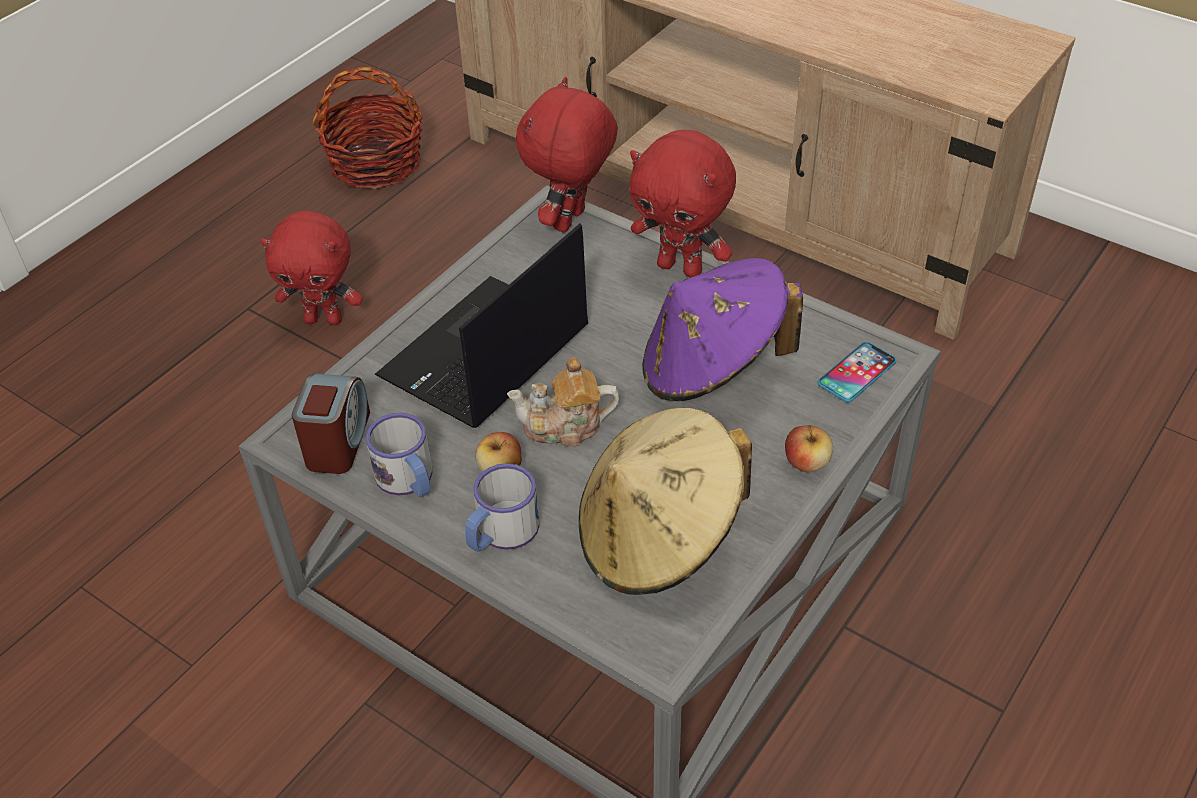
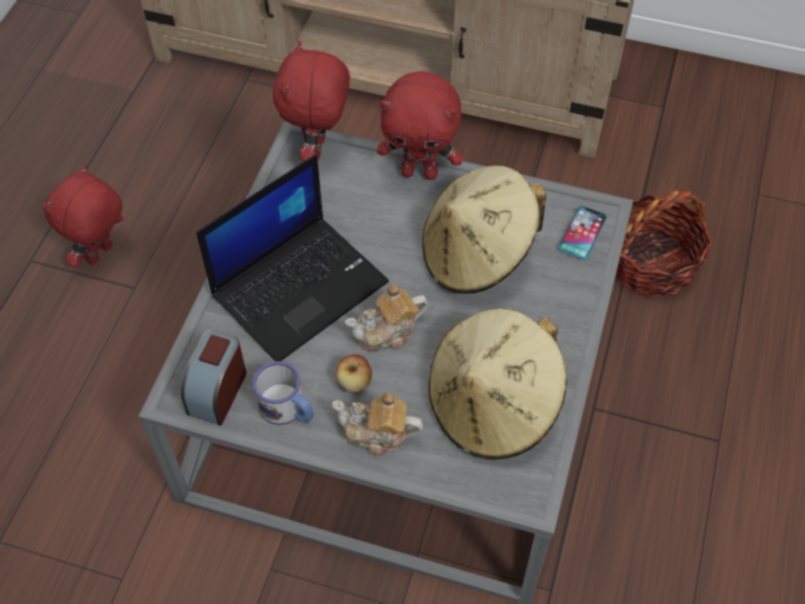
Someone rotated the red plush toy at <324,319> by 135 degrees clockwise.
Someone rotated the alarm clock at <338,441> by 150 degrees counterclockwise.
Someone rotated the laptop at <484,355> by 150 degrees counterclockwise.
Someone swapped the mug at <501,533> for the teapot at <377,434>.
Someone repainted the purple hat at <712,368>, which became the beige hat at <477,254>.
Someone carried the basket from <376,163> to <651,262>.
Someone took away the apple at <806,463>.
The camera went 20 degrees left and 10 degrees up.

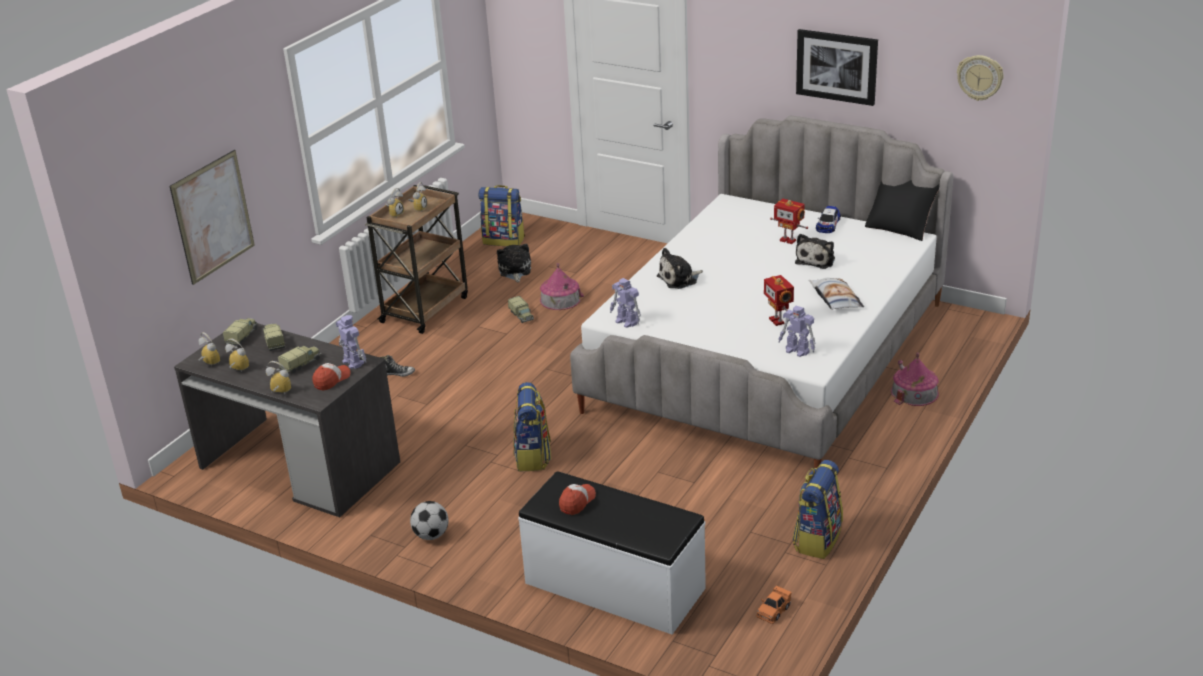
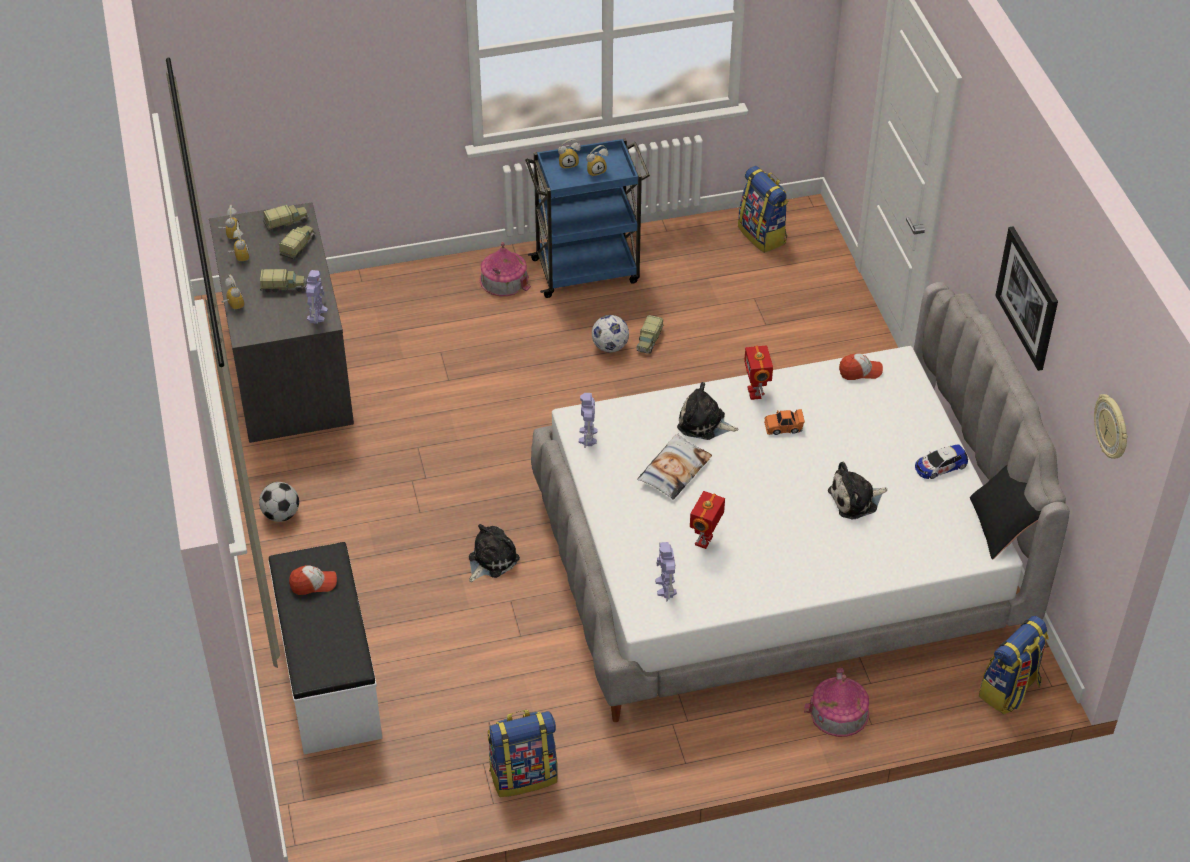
Someone carried the plush toy from <514,271> to <491,560>.
Someone carried the toy house from <560,299> to <504,279>.
Someone repainted the brown cart at <425,308>, which became the blue cart at <587,270>.
Someone put down the football at <610,346>.
Someone carried the pillow from <835,298> to <674,470>.
Someone carried the toy robot from <788,240> to <755,393>.
Someone carried the orange toy car from <773,611> to <783,427>.
Someone carried the cap from <331,380> to <860,371>.
Someone carried the backpack from <533,456> to <1009,690>.
Someone took away the picture at <213,216>.
Someone took away the shoe at <397,373>.
The camera went 45 degrees right and 15 degrees up.

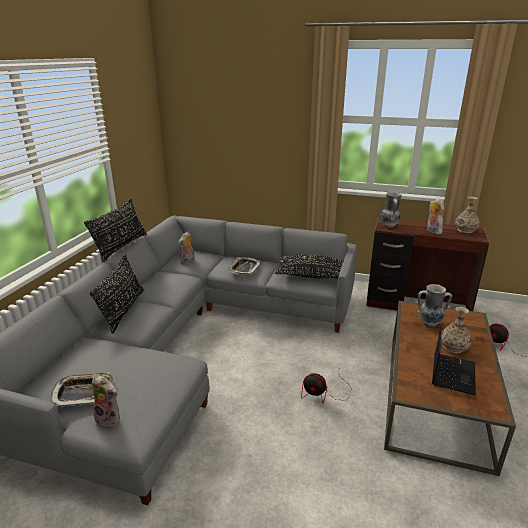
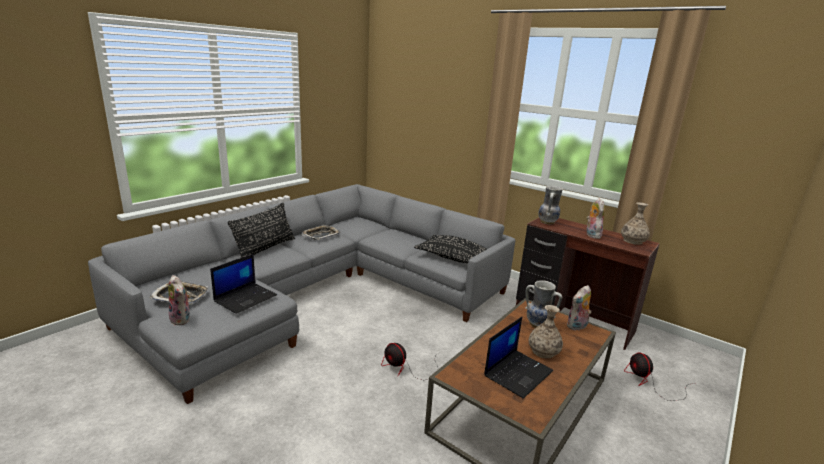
Someone put down the laptop at <246,298>.
Someone carried the tray from <244,268> to <321,235>.
Someone carried the plush toy from <188,262> to <577,327>.
Someone took away the black pillow at <121,246>.
The camera went 20 degrees right and 5 degrees down.

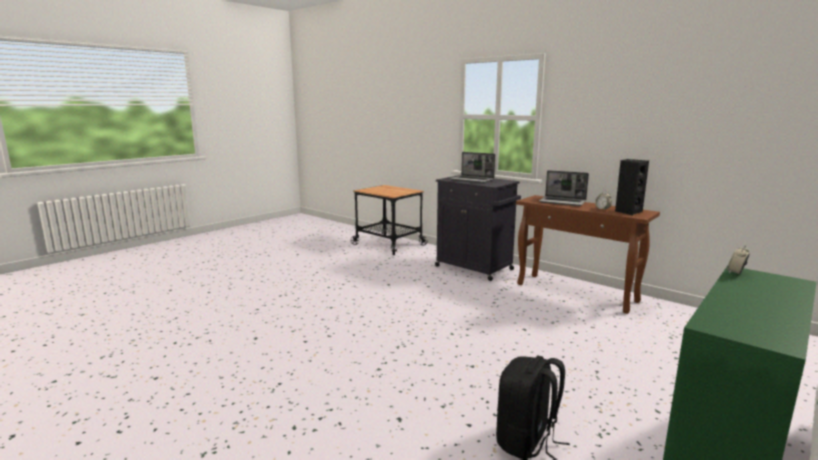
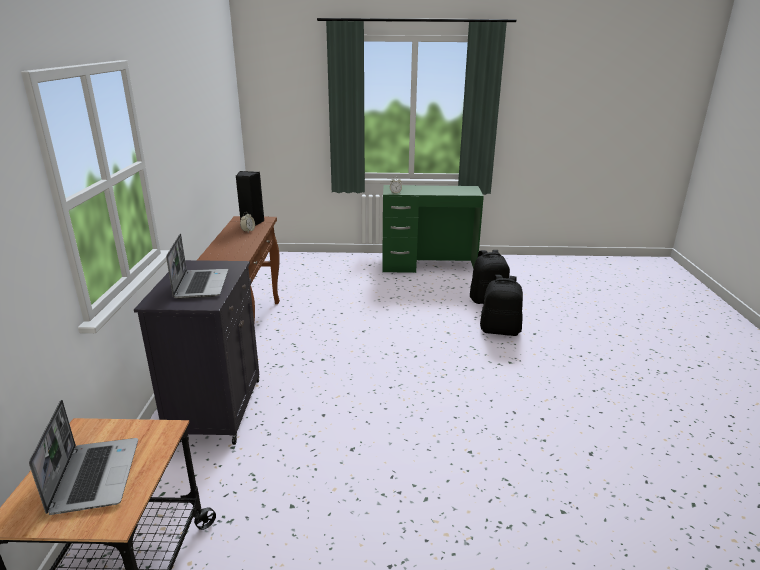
Someone carried the laptop from <563,202> to <94,475>.
Someone put down the black backpack at <500,330>.
The camera went 130 degrees left and 10 degrees up.

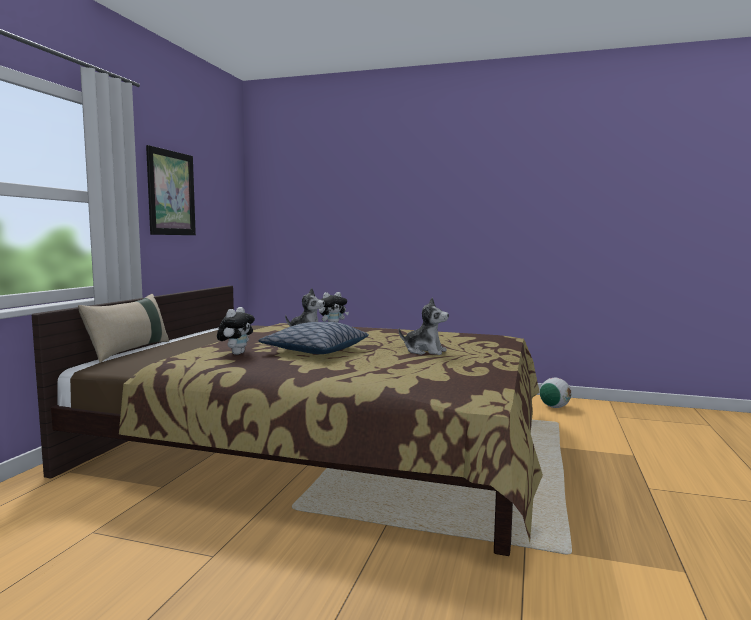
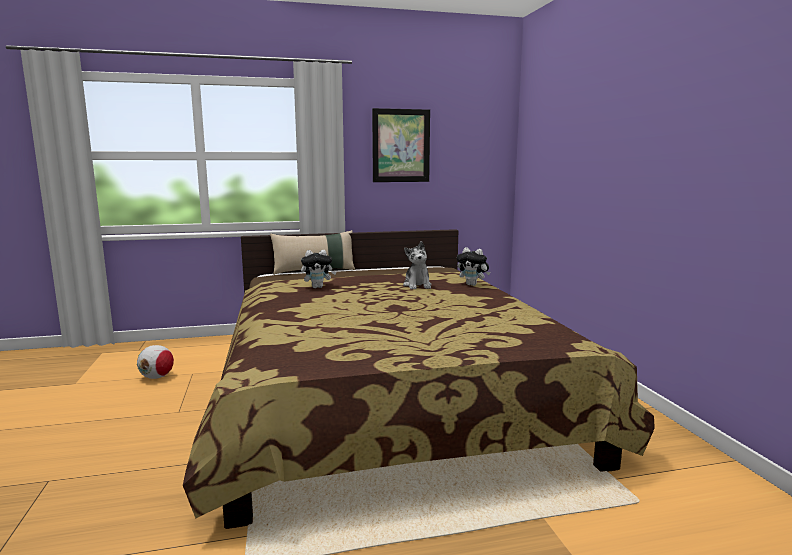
Someone carried the football from <554,407> to <157,377>.
Someone took away the pillow at <315,350>.
Someone took away the plush toy at <425,351>.
The camera went 60 degrees right and 5 degrees up.

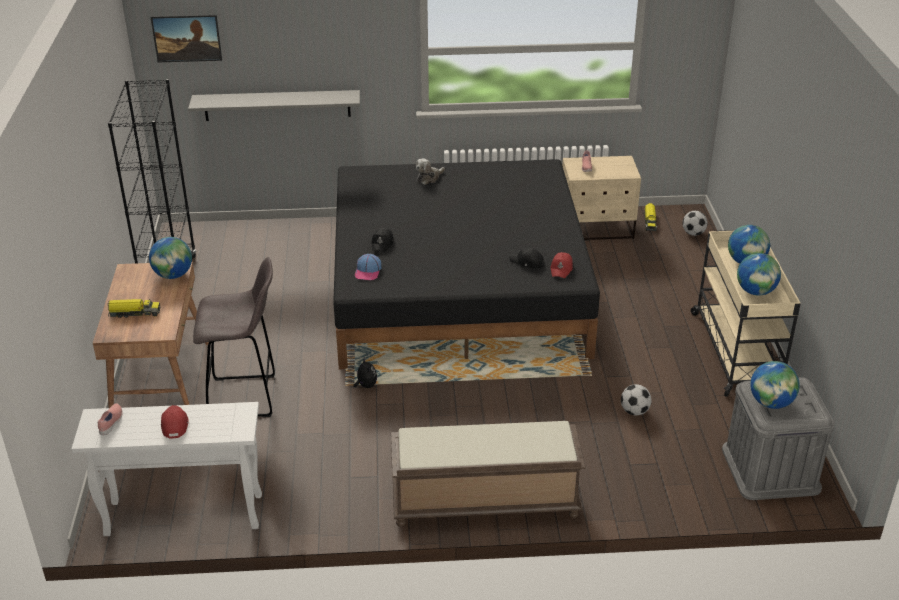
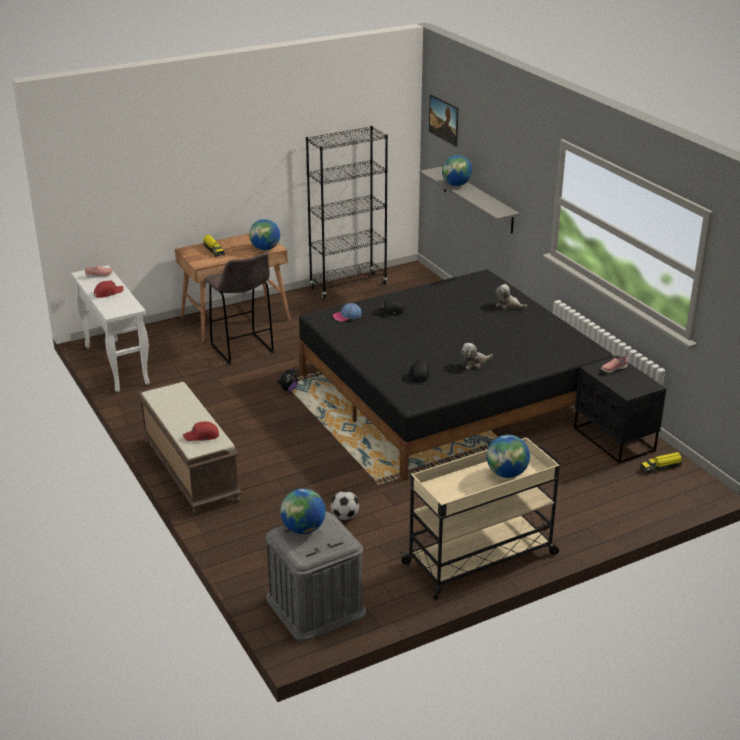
Someone carried the red cap from <561,269> to <202,436>.
Someone carried the globe from <755,291> to <456,185>.
Someone put down the plush toy at <474,363>.
Someone repainted the beige nightstand at <596,229>, which became the black nightstand at <613,440>.
Someone took away the football at <693,233>.
The camera went 65 degrees right and 5 degrees down.

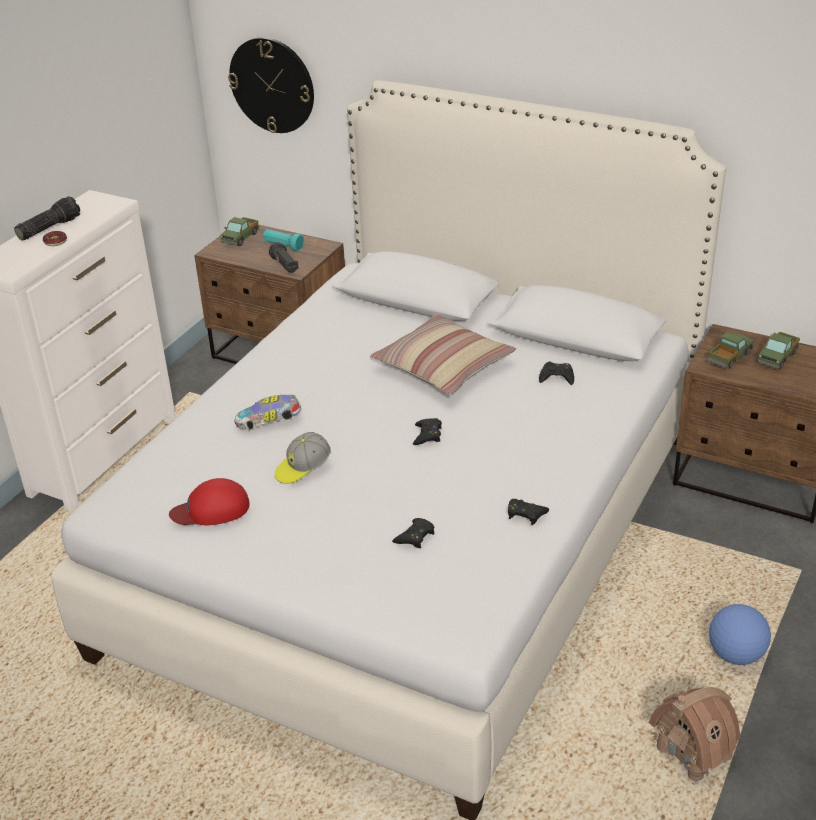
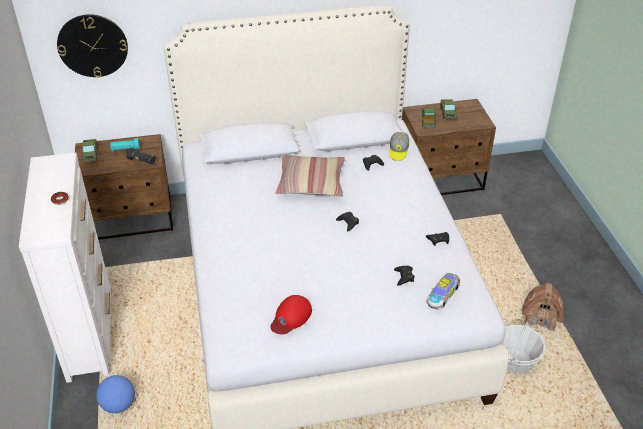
Someone carried the football from <736,654> to <118,405>.
Someone carried the cap from <302,468> to <398,151>.
Someone carried the toy car from <270,421> to <443,296>.
Someone put down the basket at <515,361>.
Someone took away the flashlight at <49,228>.
The camera went 40 degrees left and 5 degrees up.

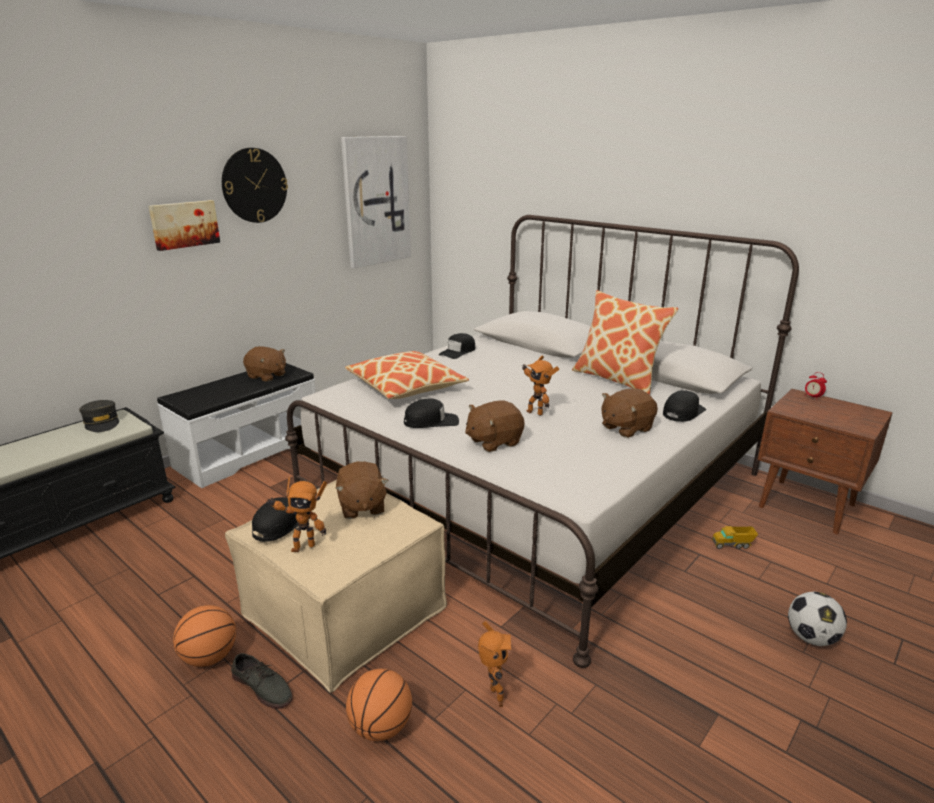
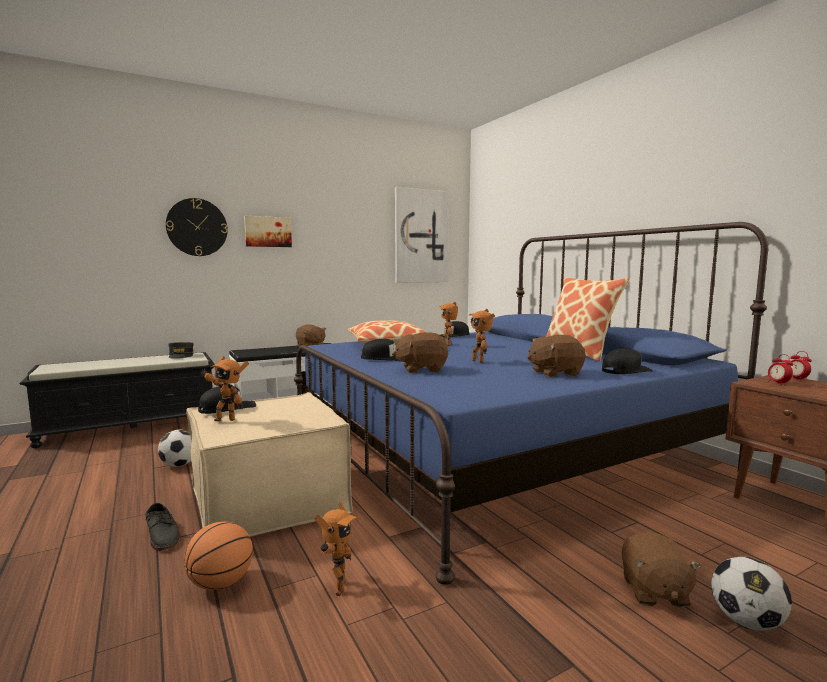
Someone put down the football at <179,465>.
Someone carried the wall clock from <254,185> to <197,227>.
Someone repainted the white bed at <533,484>, which became the blue bed at <496,449>.
Someone put down the toy robot at <448,345>.
Someone carried the brown plush toy from <361,507> to <654,591>.
Someone put down the alarm clock at <778,383>.
Someone took away the basketball at <209,657>.
Someone took away the toy truck at <732,545>.
The camera went 20 degrees right and 15 degrees down.

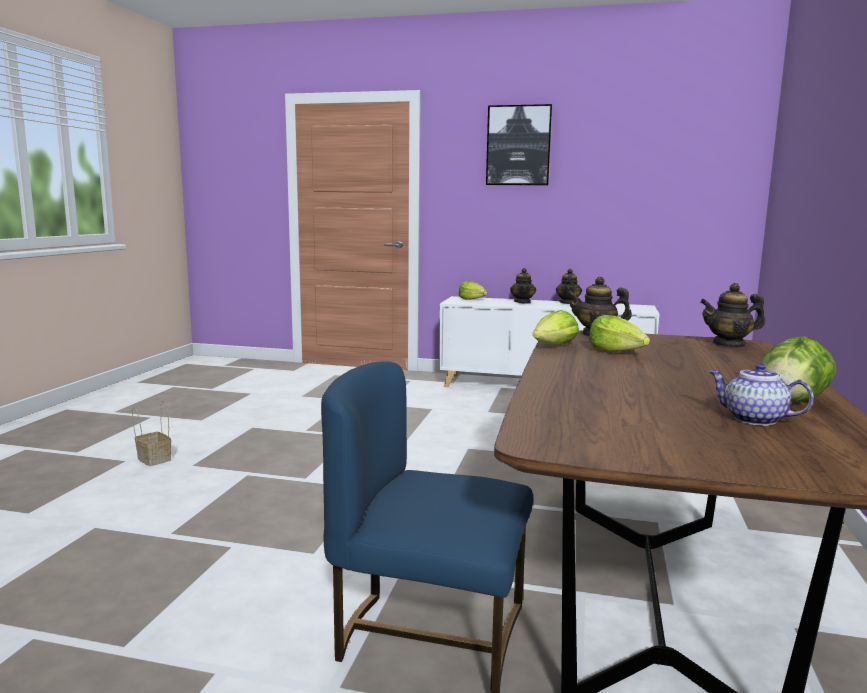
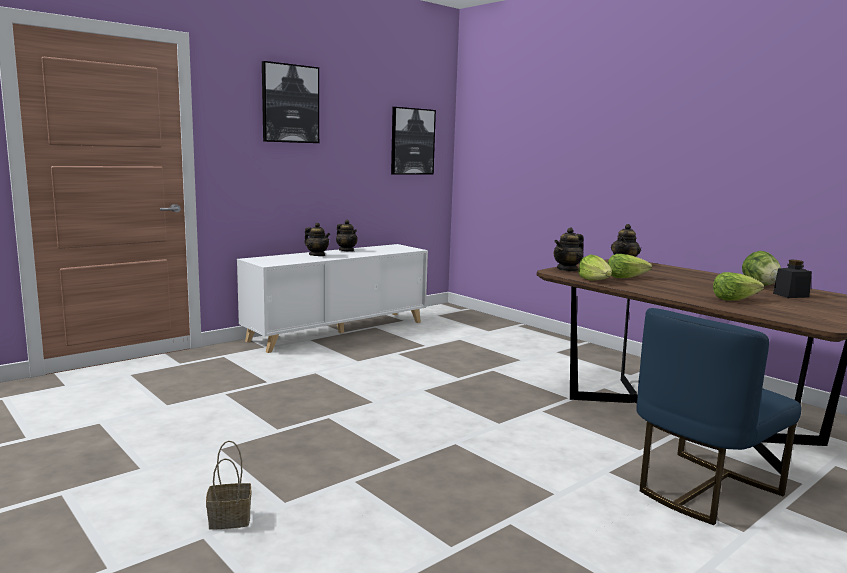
Someone put up the picture at <412,141>.
Someone carried the lettuce from <472,300> to <734,299>.
Someone swapped the teapot at <753,419> for the black jar at <790,295>.
The camera went 55 degrees left and 0 degrees up.

